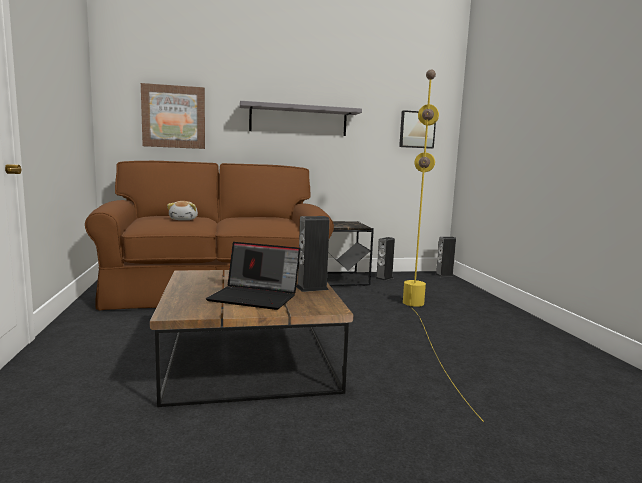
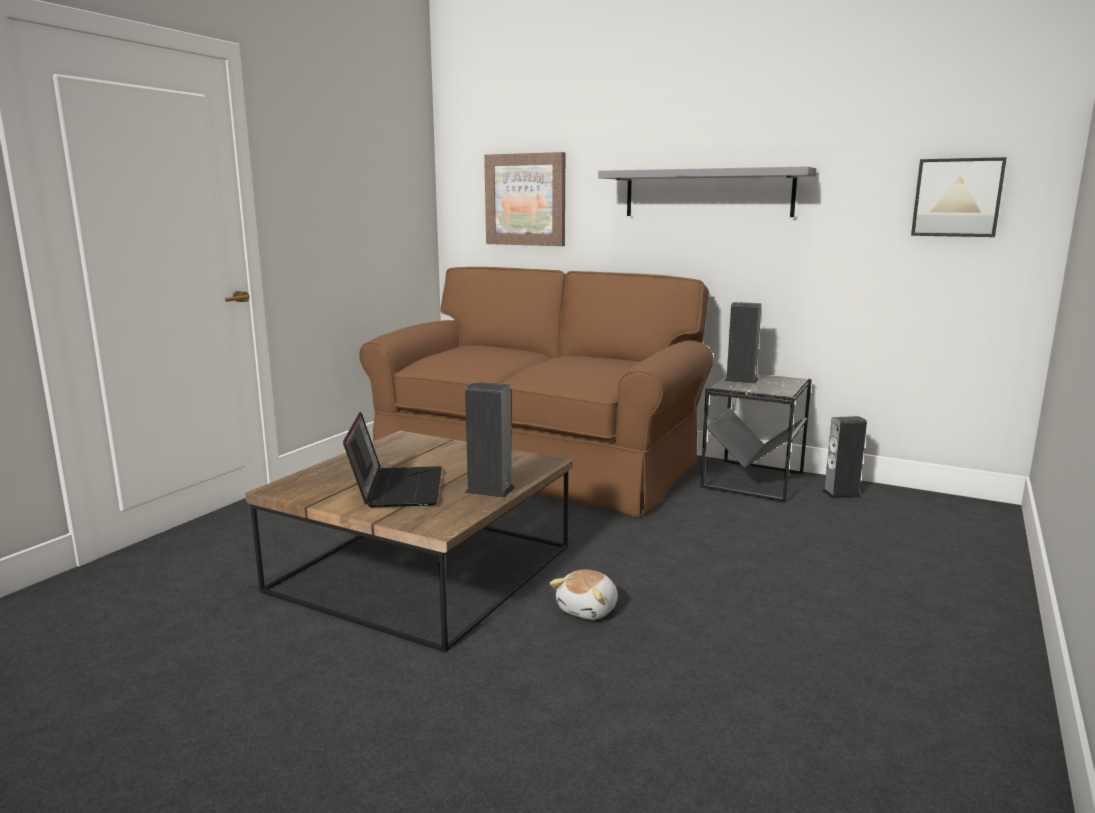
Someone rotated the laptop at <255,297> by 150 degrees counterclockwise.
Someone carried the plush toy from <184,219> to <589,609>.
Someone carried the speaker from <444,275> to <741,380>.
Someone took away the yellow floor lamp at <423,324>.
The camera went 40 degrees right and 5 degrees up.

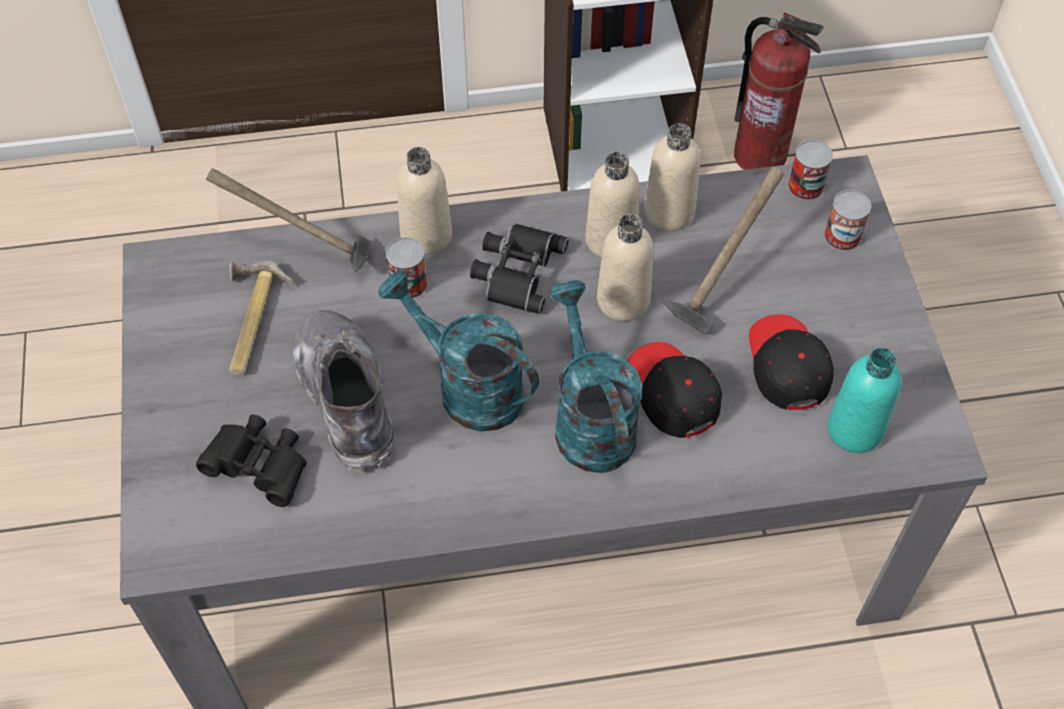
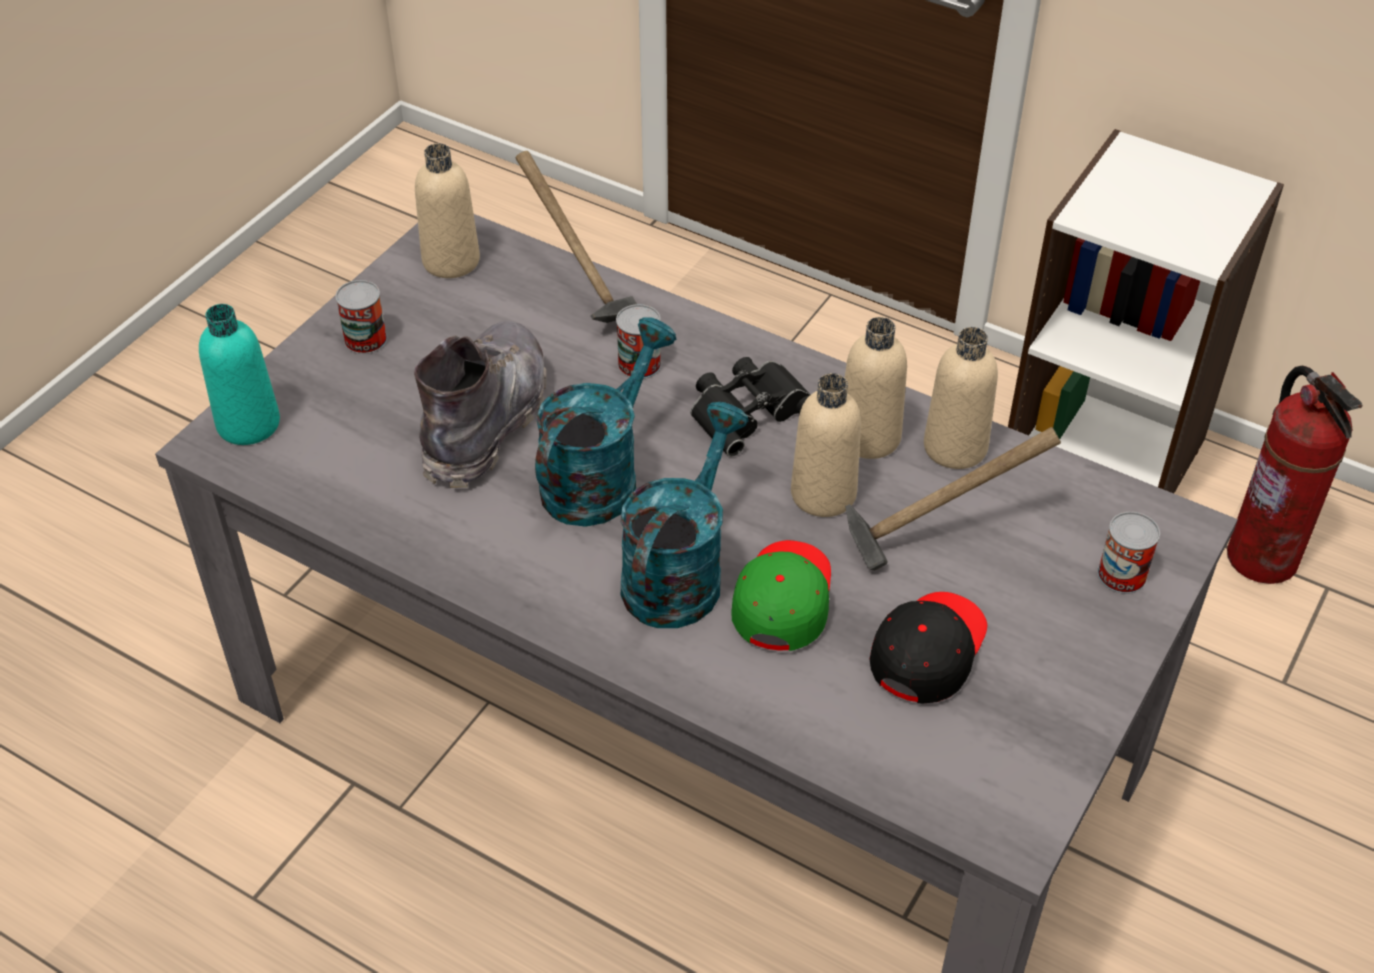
Someone carried the turquoise bottle from <855,429> to <248,424>.
Someone carried the can from <805,186> to <365,339>.
Someone carried the beige bottle from <426,235> to <451,261>.
Someone rotated the turquoise watering can at <468,386> by 45 degrees clockwise.
Someone repainted the black cap at <672,393>, which became the green cap at <782,600>.
Someone took away the black binoculars at <261,467>.
Someone took away the hammer at <248,321>.
The camera went 40 degrees right and 10 degrees down.

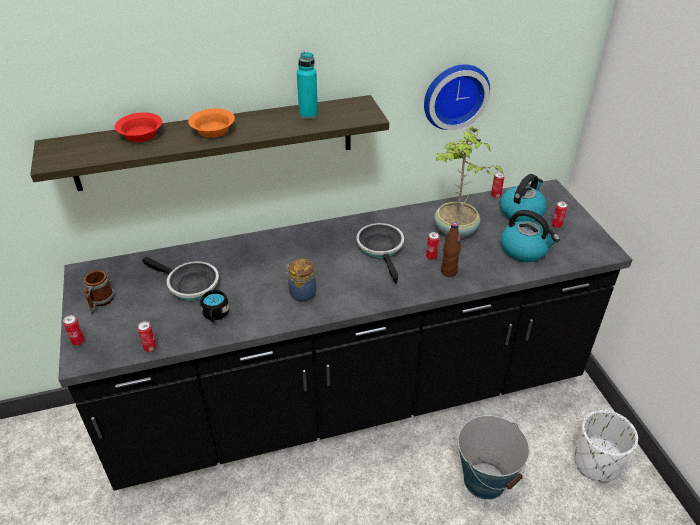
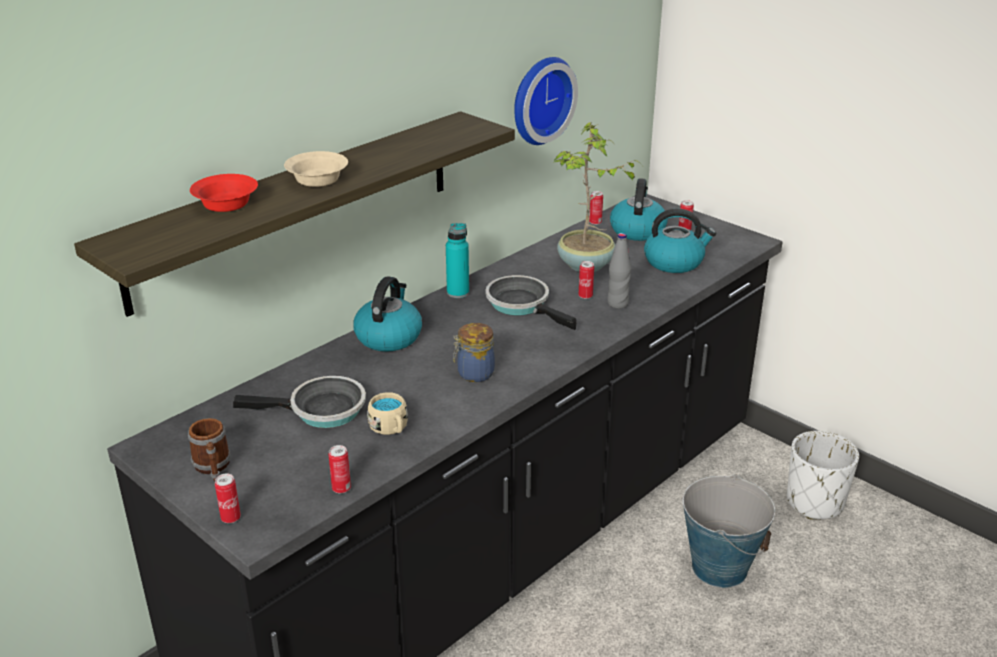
Someone repainted the orange bowl at <212,131>, which became the beige bowl at <316,180>.
Someone put down the kettle at <388,336>.
Someone repainted the black mug at <215,315>, which became the beige mug at <390,429>.
Someone carried the turquoise bottle from <308,114> to <458,293>.
Someone repainted the brown bottle at <448,271>, which became the grey bottle at <617,303>.
The camera went 30 degrees left and 10 degrees down.

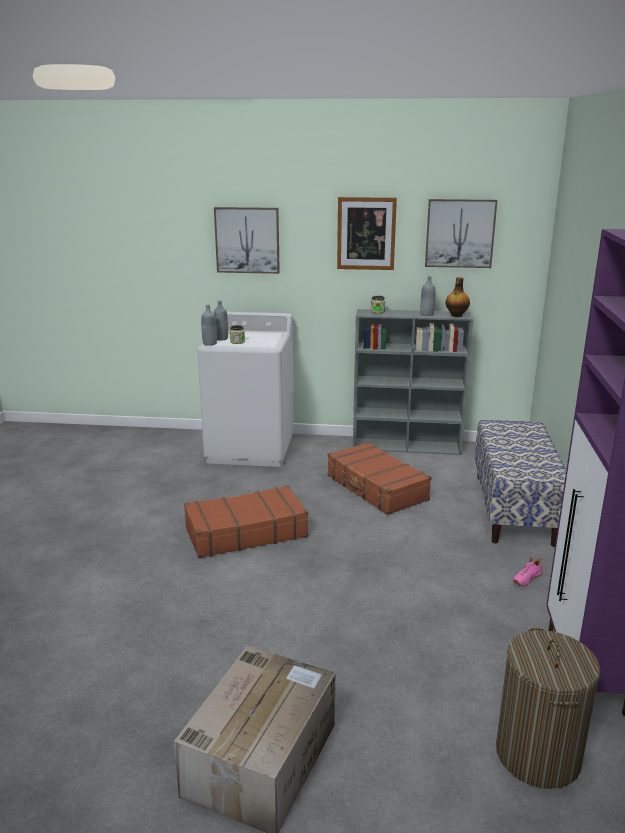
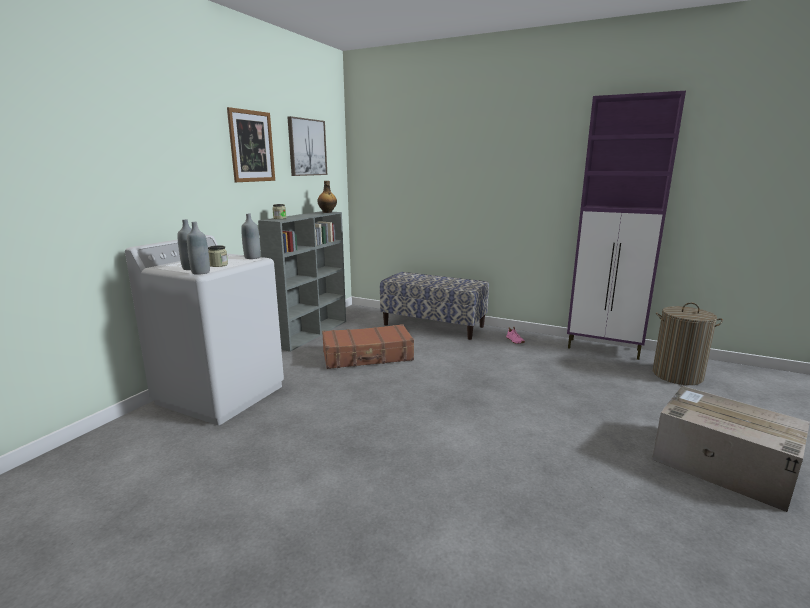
Someone carried the grey bottle from <427,314> to <252,257>.
Someone took away the brown suitcase at <245,532>.
Someone took away the picture at <247,240>.
The camera went 70 degrees left and 5 degrees down.

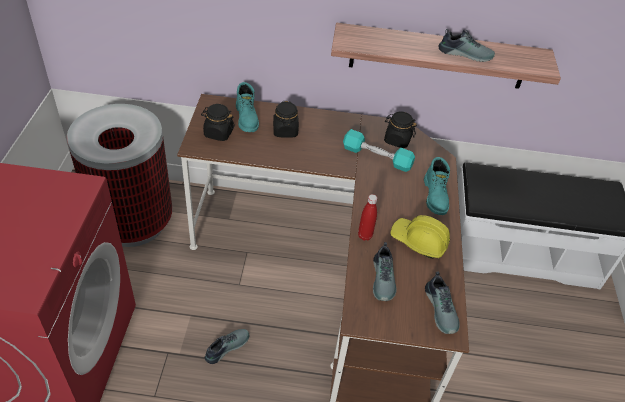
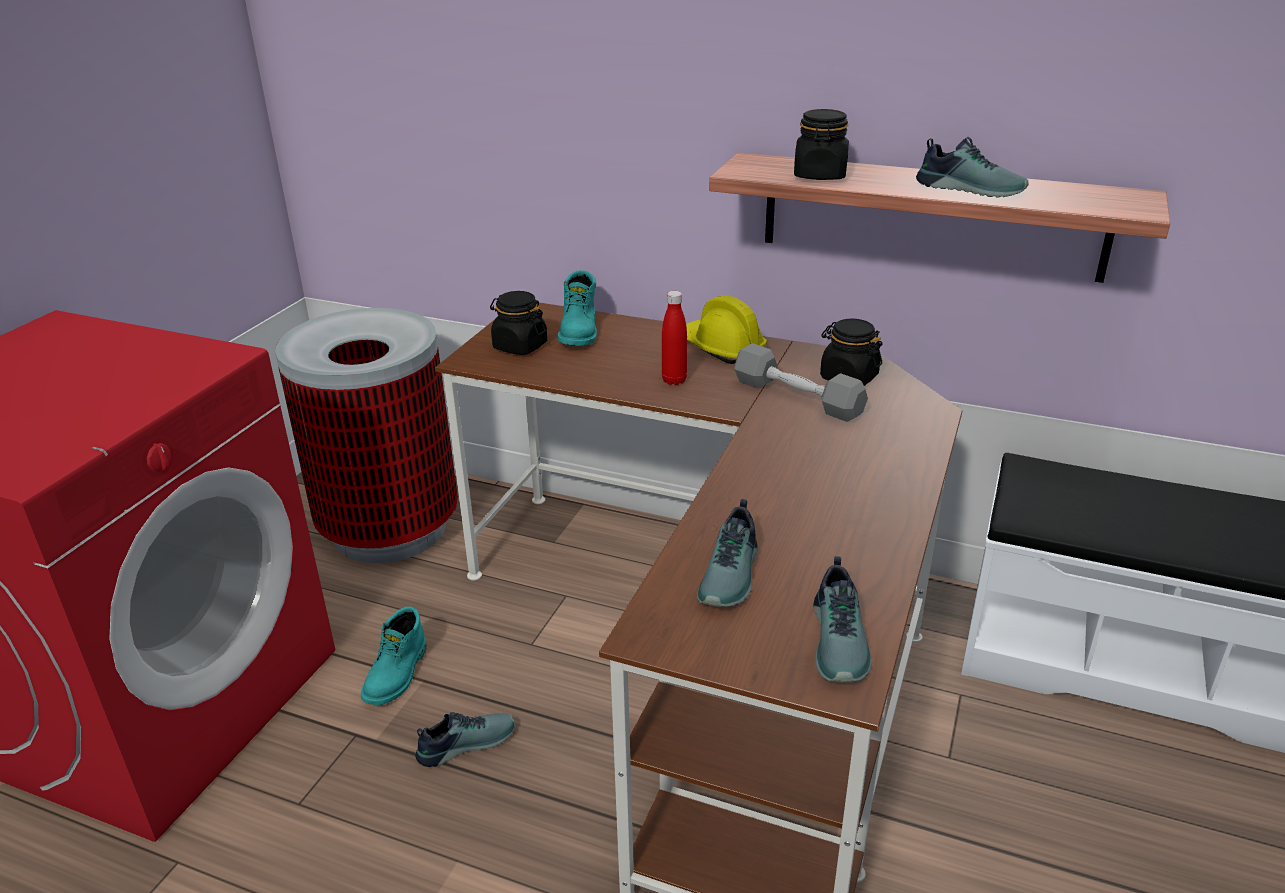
Someone carried the turquoise boot from <435,196> to <398,675>.
Someone carried the red bottle from <365,236> to <674,380>.
Someone carried the yellow hard hat from <419,241> to <720,348>.
Someone repainted the turquoise dumbbell at <377,157>, which became the grey dumbbell at <797,397>.
Someone carried the black jar from <285,131> to <820,175>.
The camera went 20 degrees right and 15 degrees down.

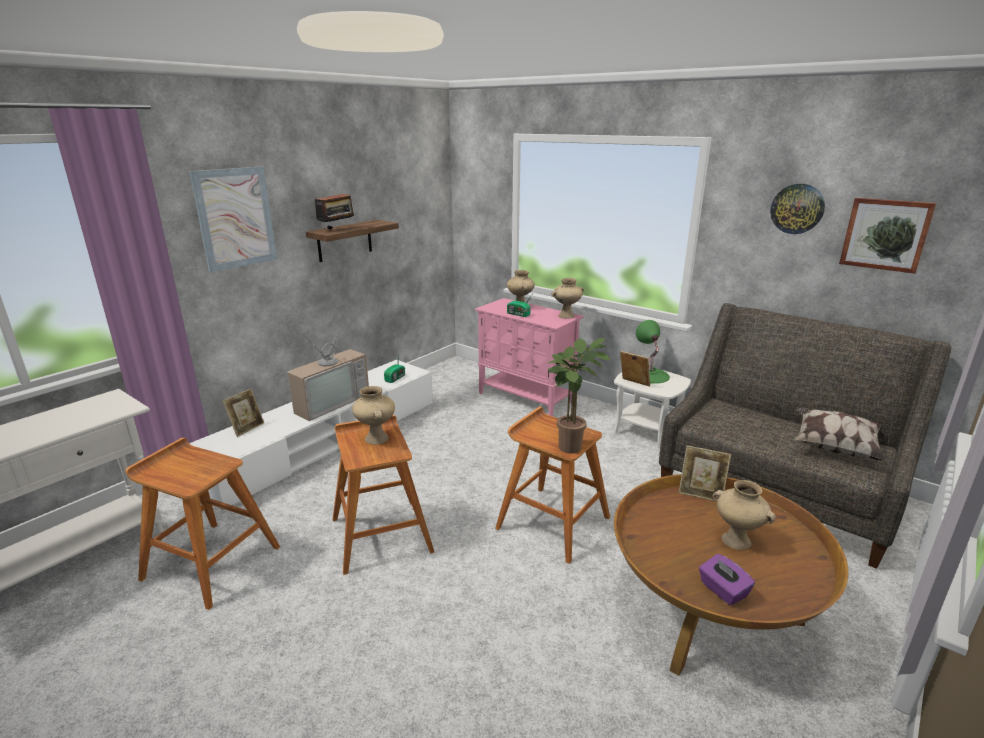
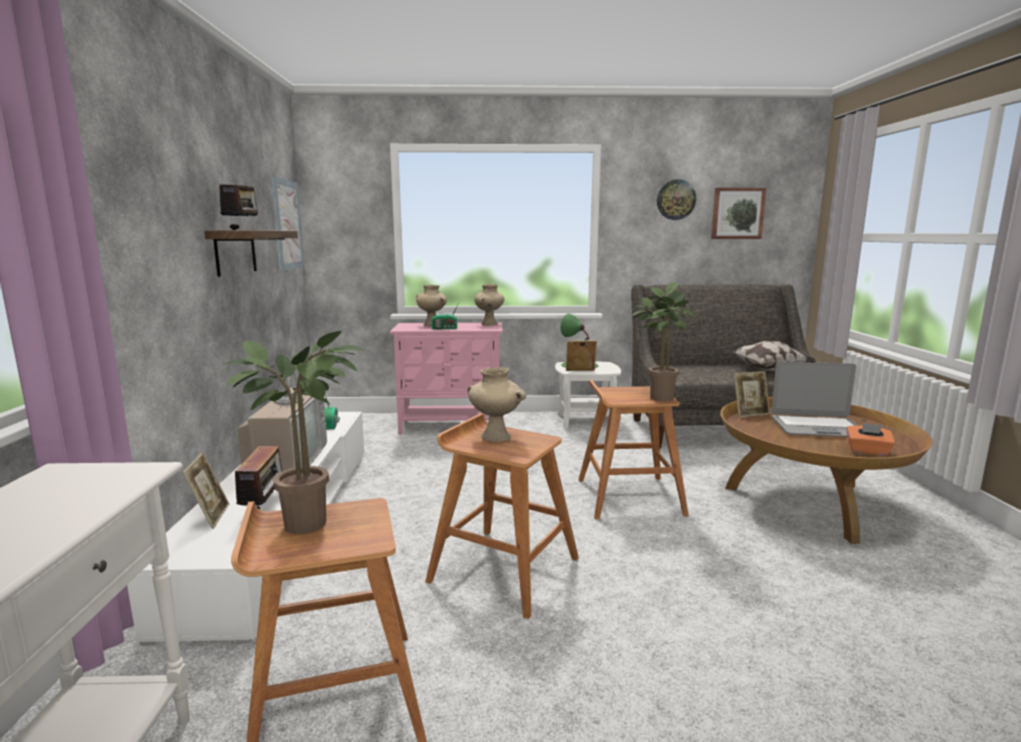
Someone put down the potted plant at <313,521>.
Someone put down the radio at <264,507>.
Someone carried the picture from <235,218> to <287,225>.
Someone swapped the beige vase at <737,541> for the laptop at <818,428>.
Someone repainted the purple tissue box at <722,590>, which became the orange tissue box at <867,451>.
The camera went 40 degrees left and 10 degrees down.

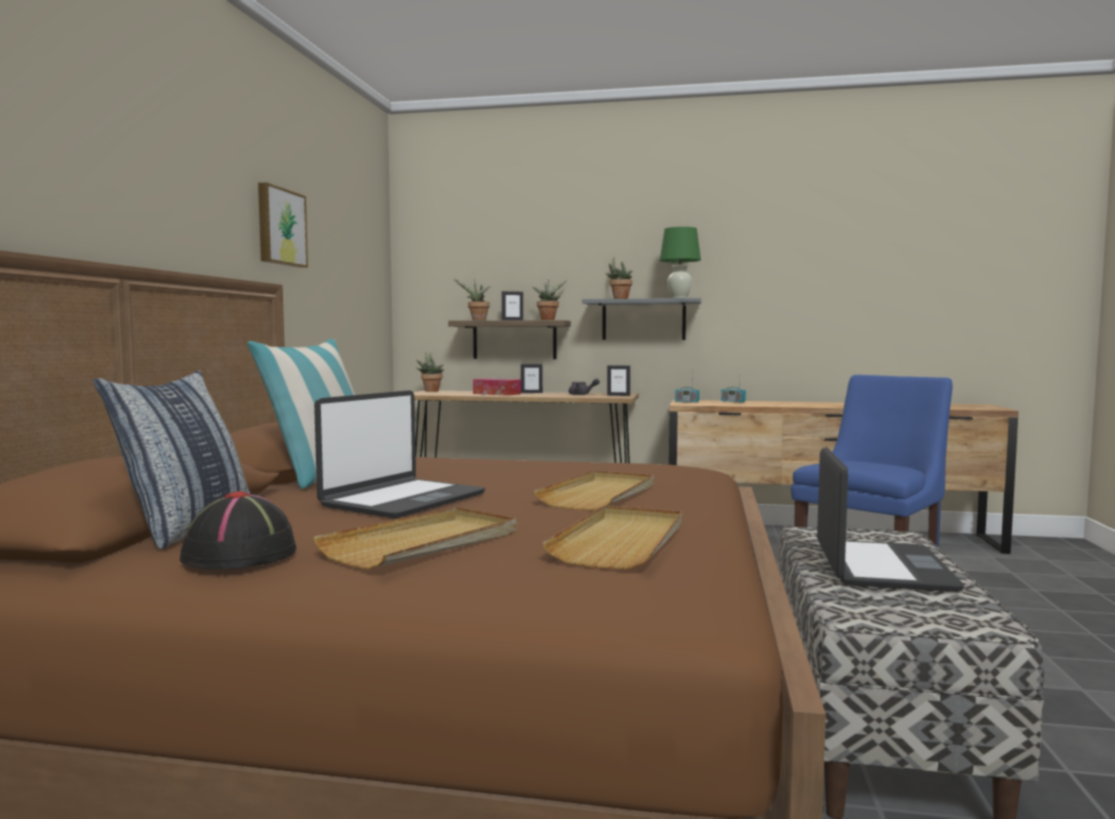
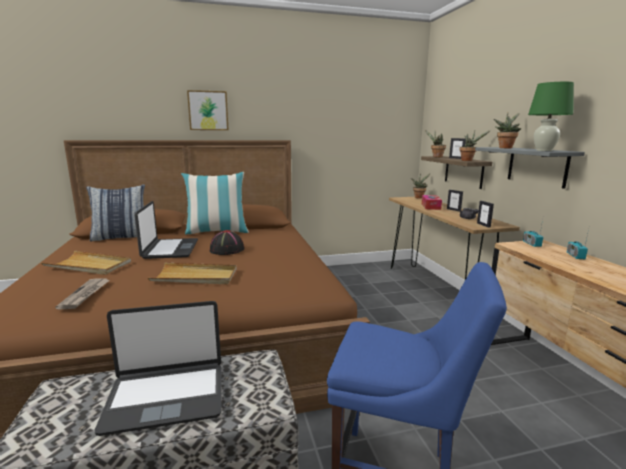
Someone swapped the beige tray at <621,541> for the newspaper at <85,295>.
Someone rotated the laptop at <402,500> by 105 degrees counterclockwise.
Someone carried the picture from <280,227> to <208,110>.
Someone carried the black hat from <241,555> to <227,250>.
The camera went 65 degrees right and 10 degrees up.

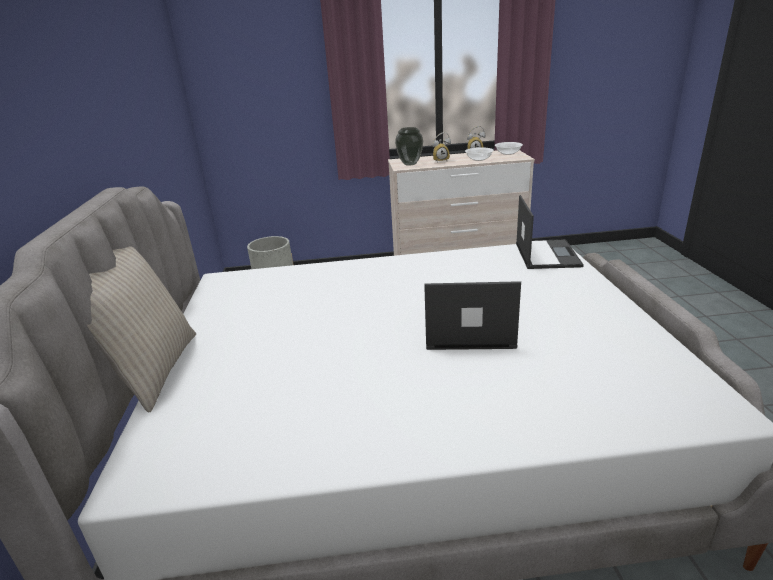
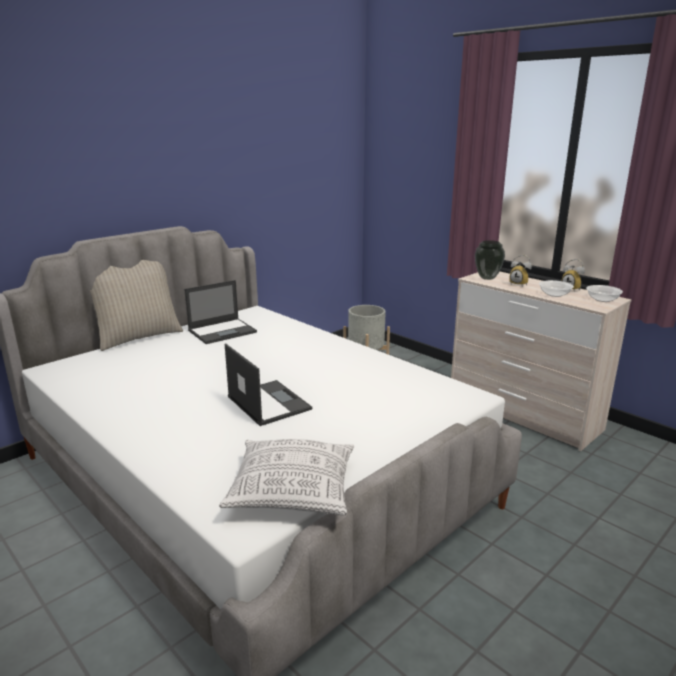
Someone carried the laptop from <546,254> to <223,331>.
Someone put down the pillow at <292,492>.
The camera went 50 degrees right and 5 degrees down.

